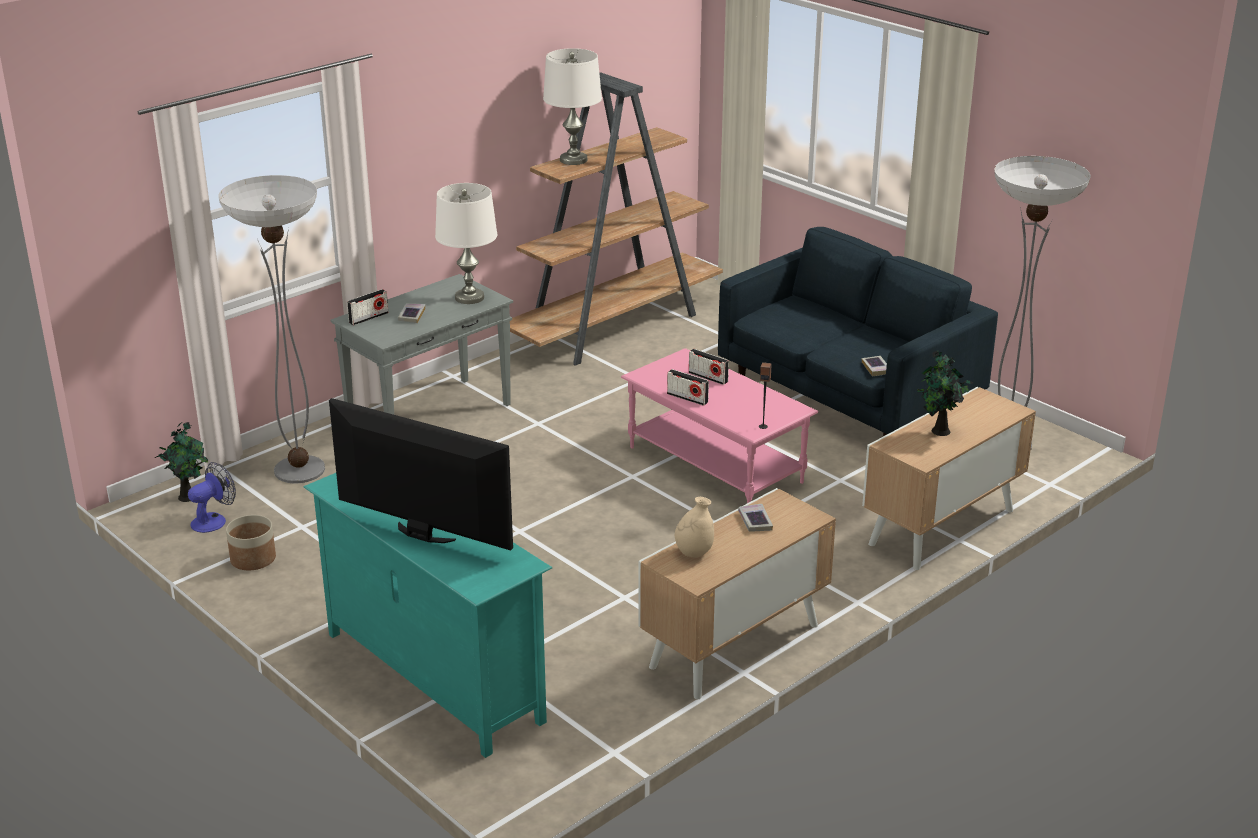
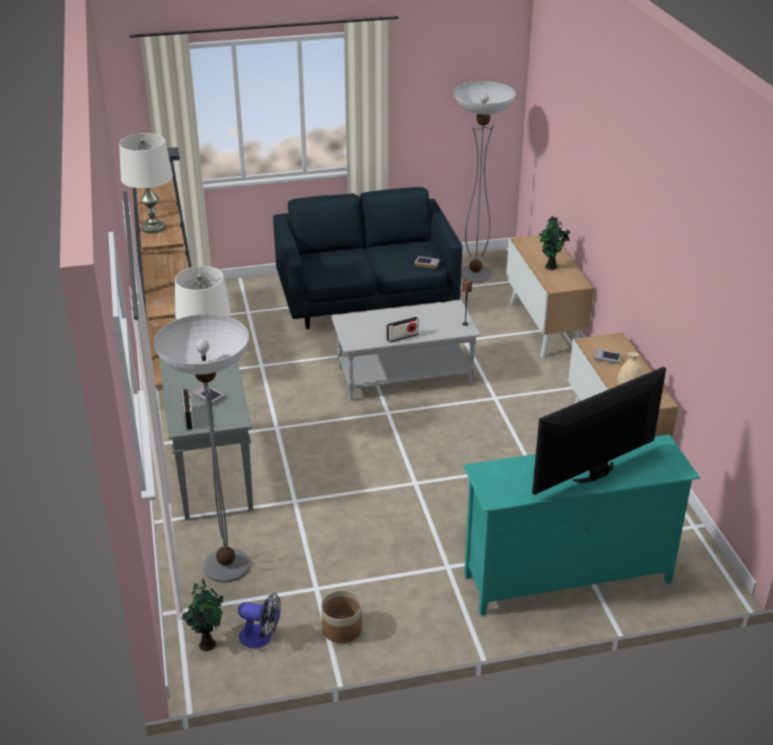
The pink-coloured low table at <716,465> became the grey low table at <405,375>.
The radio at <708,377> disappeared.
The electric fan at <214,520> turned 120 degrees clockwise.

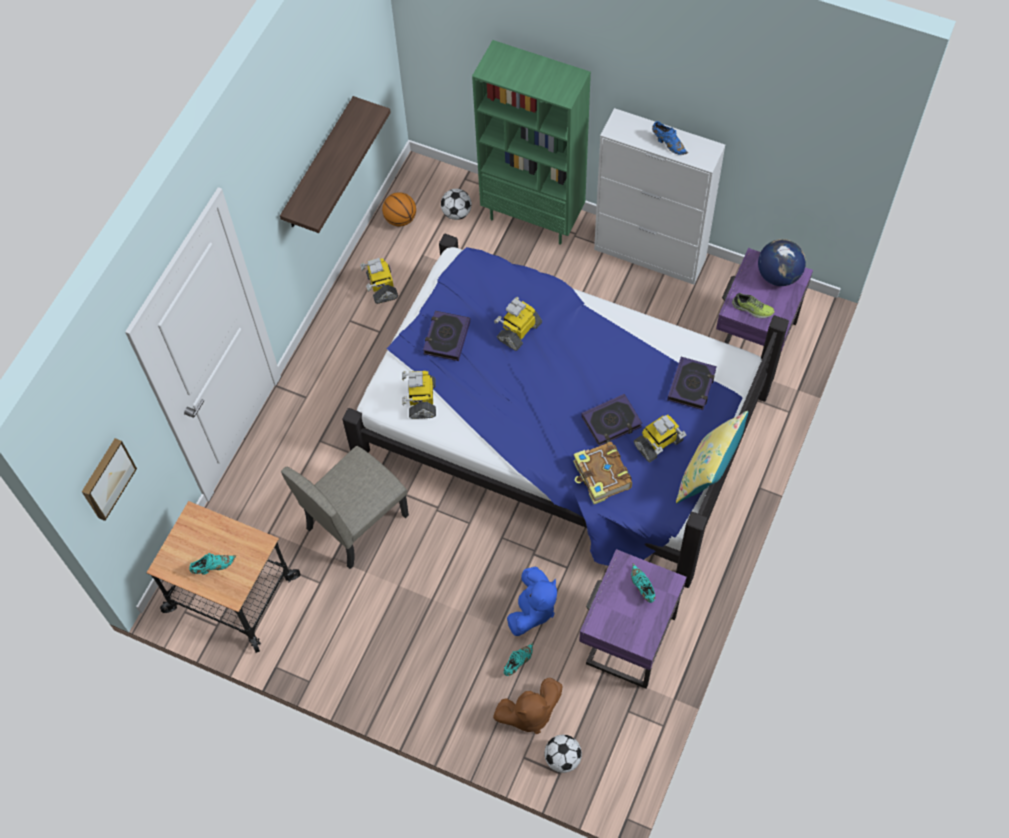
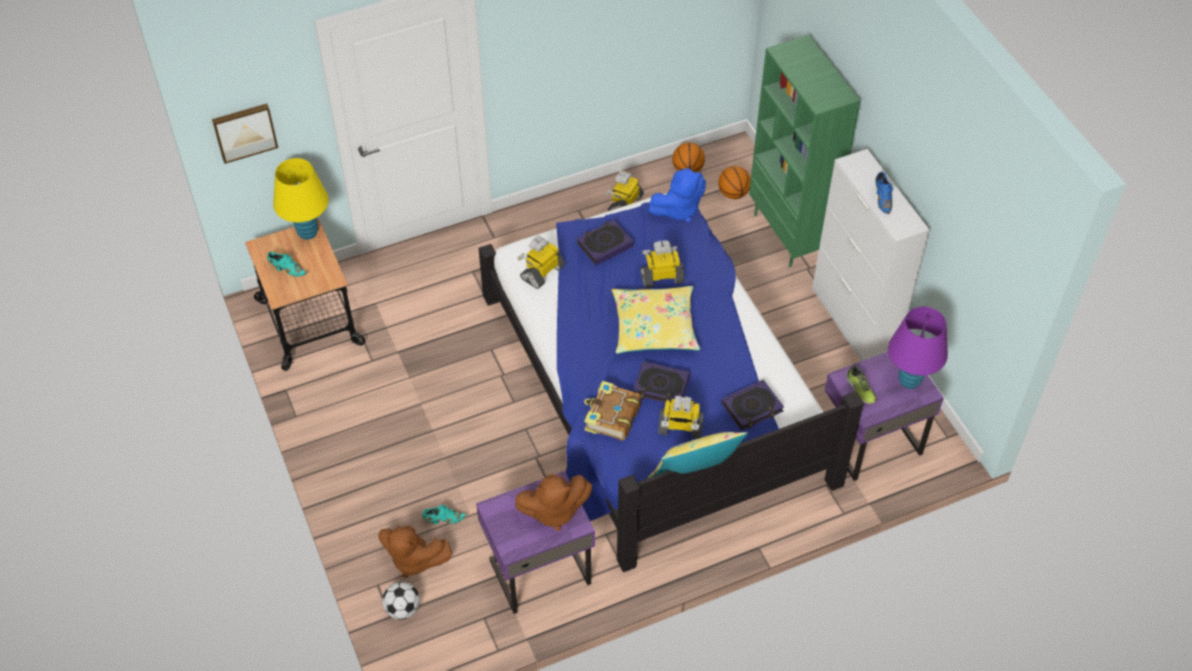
The bracket shelf at <319,166> disappeared.
The ball for football at <456,213> was replaced by the basketball ball at <733,193>.
The world globe at <778,275> was replaced by the purple-coloured table lamp at <909,380>.
The beige upright chair at <356,521> disappeared.
The turquoise item of footwear at <642,587> was replaced by the brownish plush toy at <553,511>.
The bluish plush toy moved from <532,610> to <678,209>.
The yellowish table lamp at <308,232> appeared.
The yellowish pillow at <654,327> appeared.

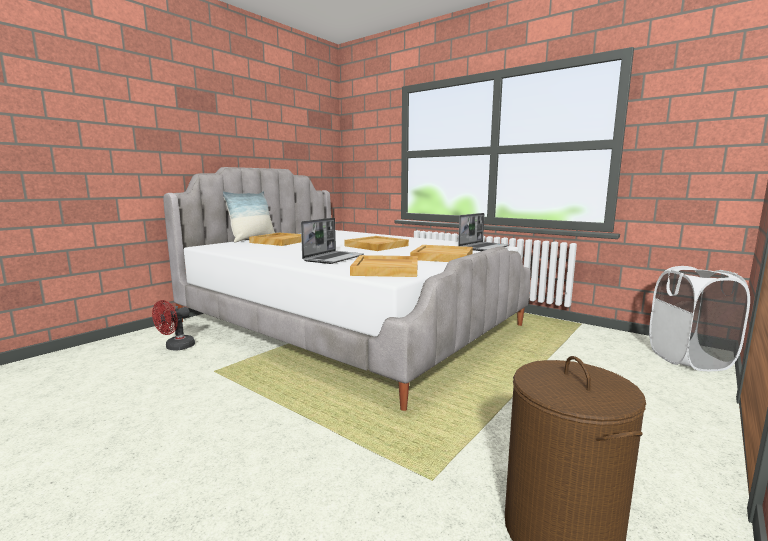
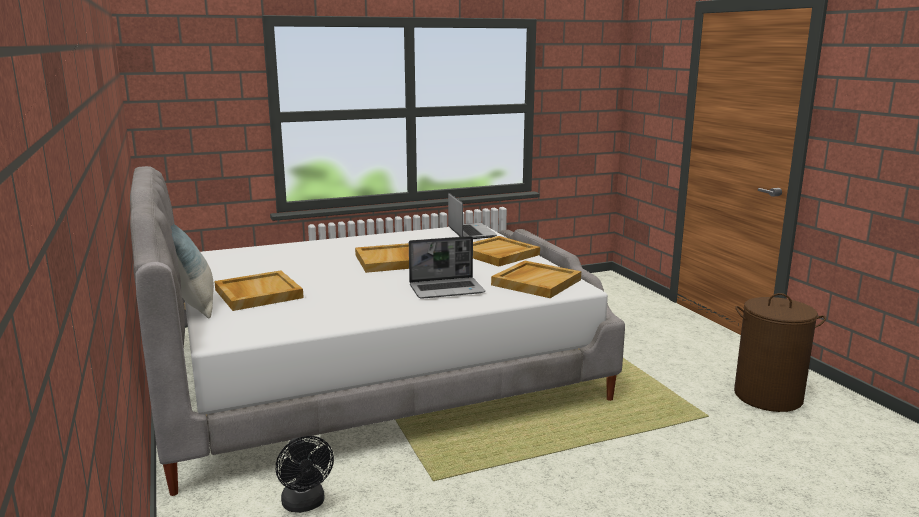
The laptop at <333,258> turned 105 degrees clockwise.
The white-coloured hamper at <689,359> disappeared.
The reddish electric fan at <176,347> became the blackish electric fan at <305,504>.

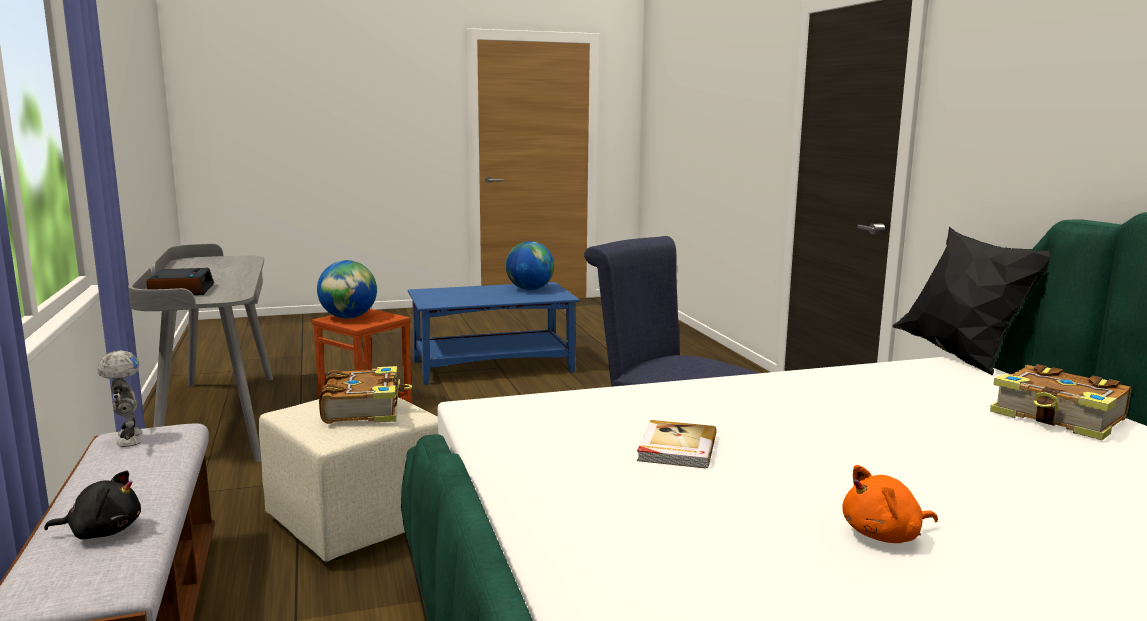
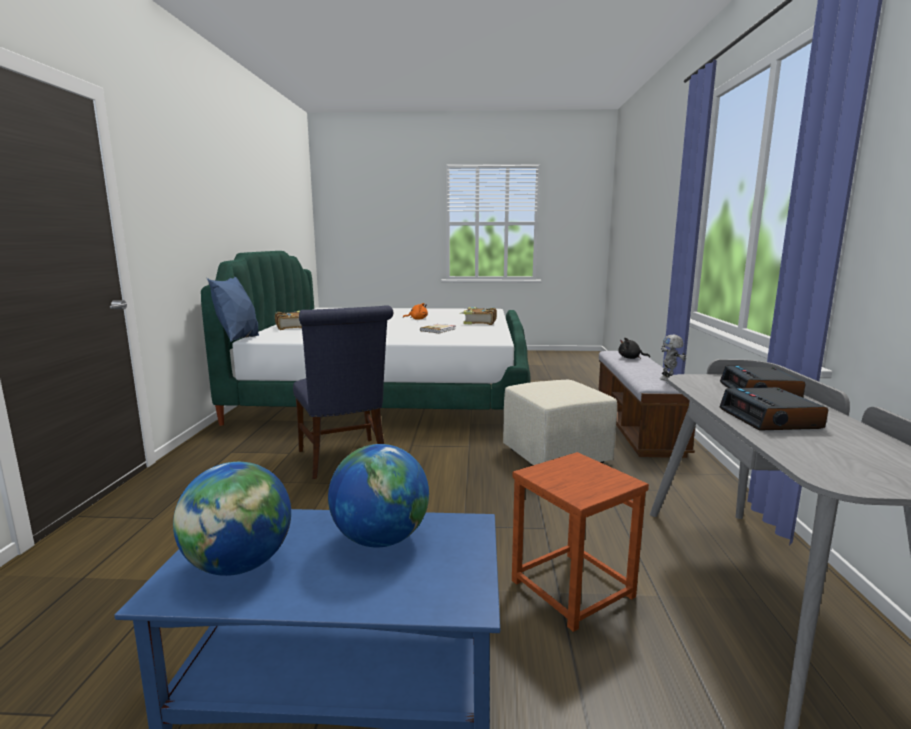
The blackish pillow at <960,356> became the bluish pillow at <238,341>.
The world globe moved from <348,317> to <380,539>.
The volume moved from <364,409> to <479,322>.
The bedside clock at <771,419> appeared.

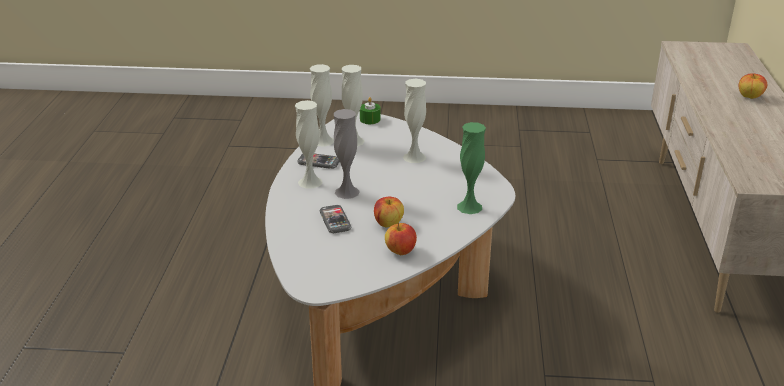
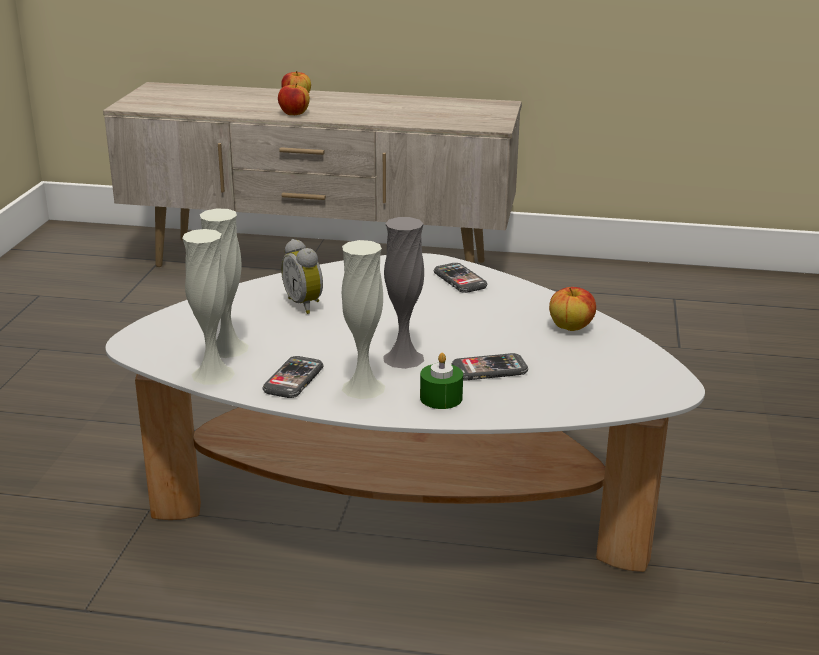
The white-coloured vase at <414,157> was replaced by the bedside clock at <306,304>.
The green wax candle moved from <370,119> to <441,398>.
The green vase at <469,207> was replaced by the telephone at <460,280>.
The whole apple moved from <388,223> to <294,113>.

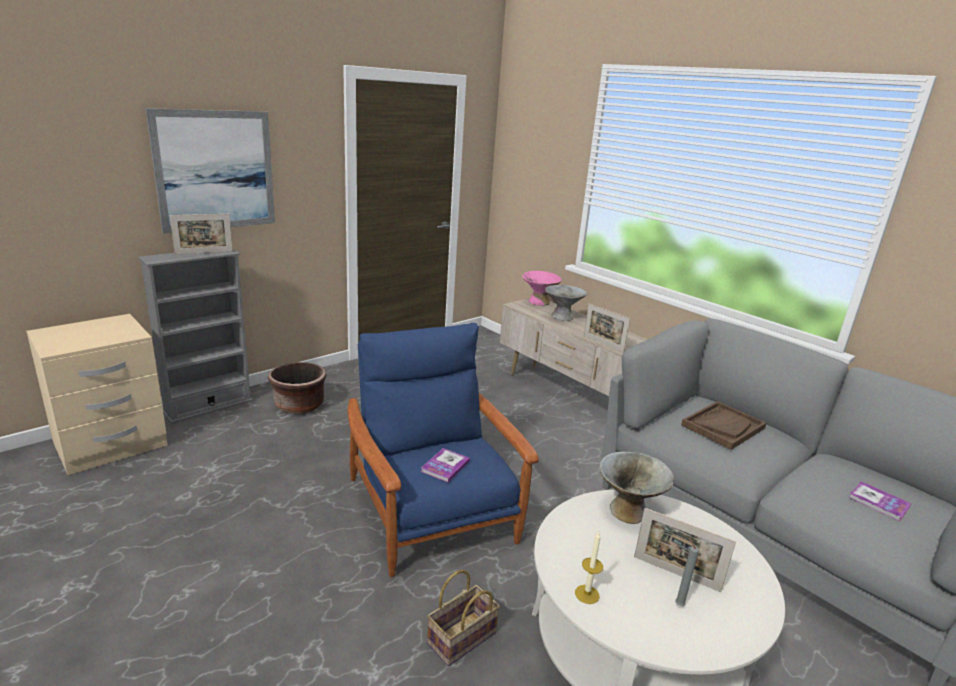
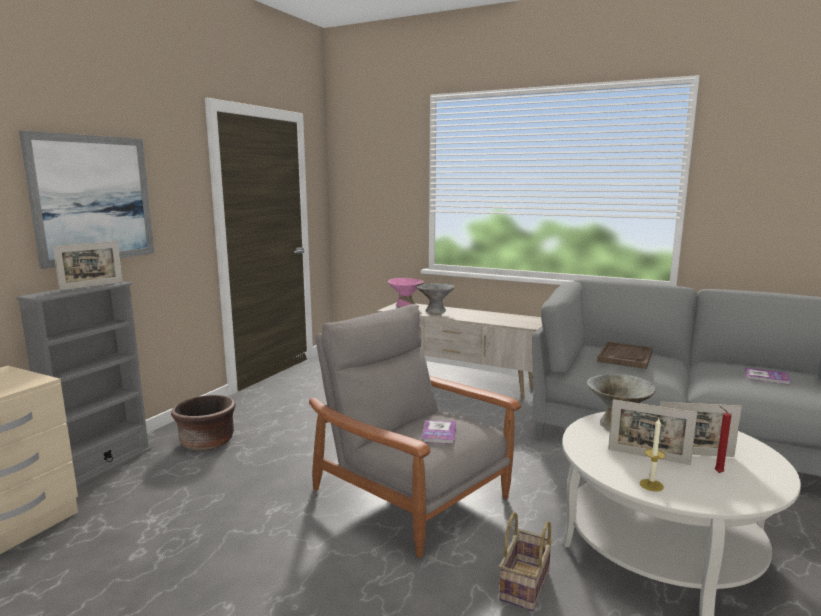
The photo frame moved from <603,343> to <648,456>.
The bluish easy chair at <431,511> became the grey easy chair at <411,494>.
The grey wax candle at <678,604> became the reddish wax candle at <717,472>.

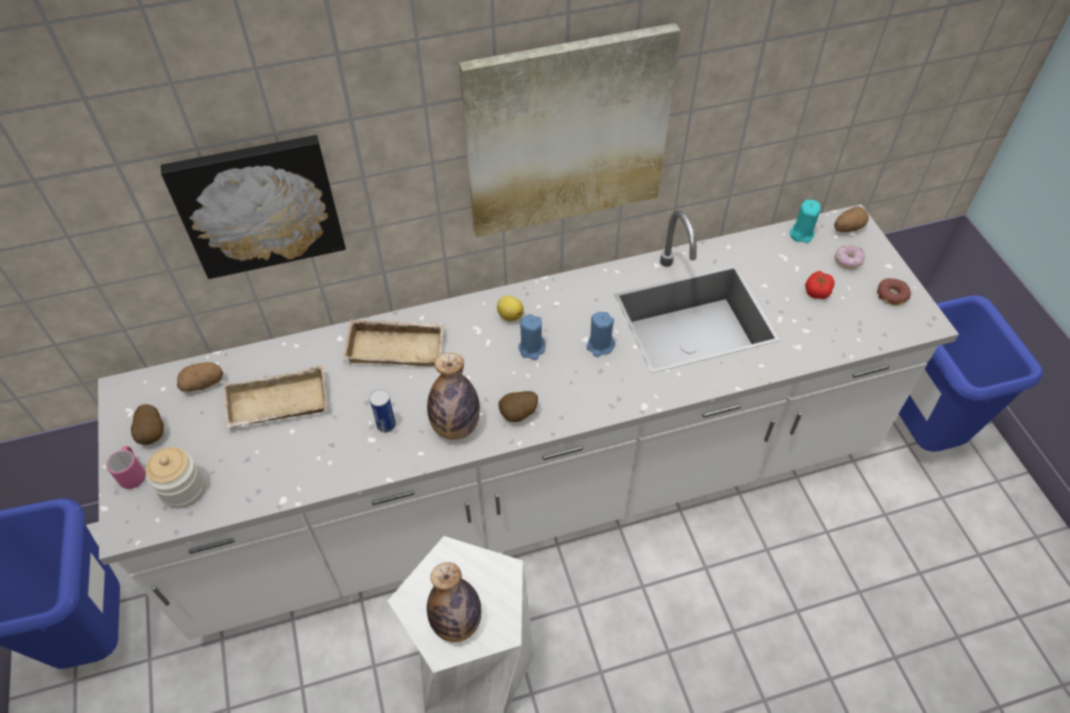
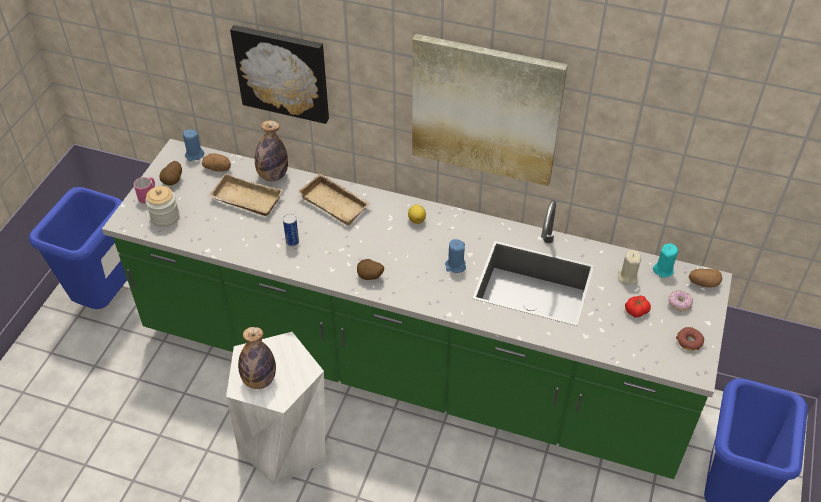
The white-coloured kitchen base unit at <536,487> became the green kitchen base unit at <410,366>.
The bluish wax candle moved from <532,348> to <194,155>.
The drink bottle moved from <455,426> to <273,175>.
The beige wax candle at <627,277> appeared.

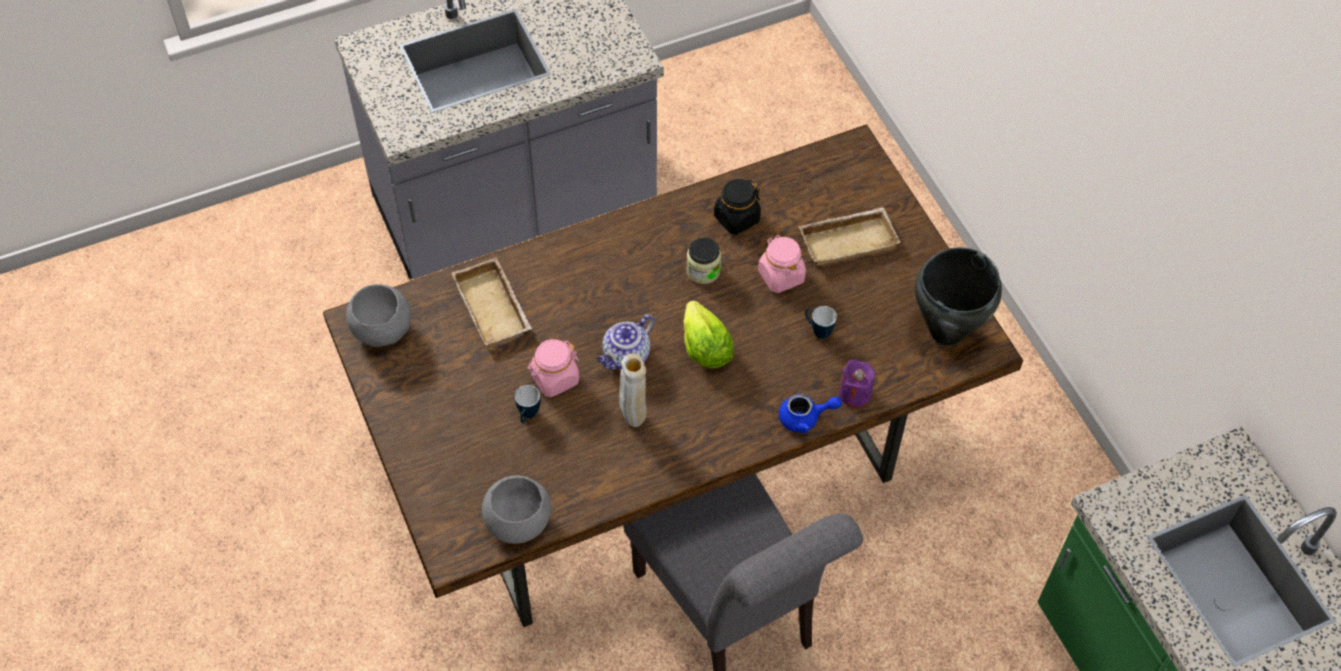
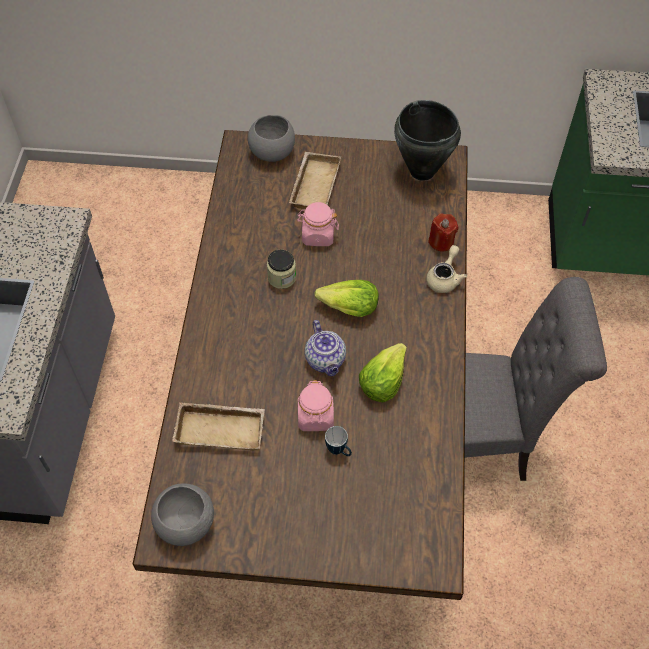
The blackish storage jar at <736,218> disappeared.
The mug at <817,330> disappeared.
The beige vase at <633,417> was replaced by the lettuce head at <383,381>.
The purple-coloured wax candle at <855,394> became the reddish wax candle at <441,242>.
The bluish teapot at <805,418> became the beige teapot at <444,278>.
The grey deep dish moved from <519,523> to <273,151>.

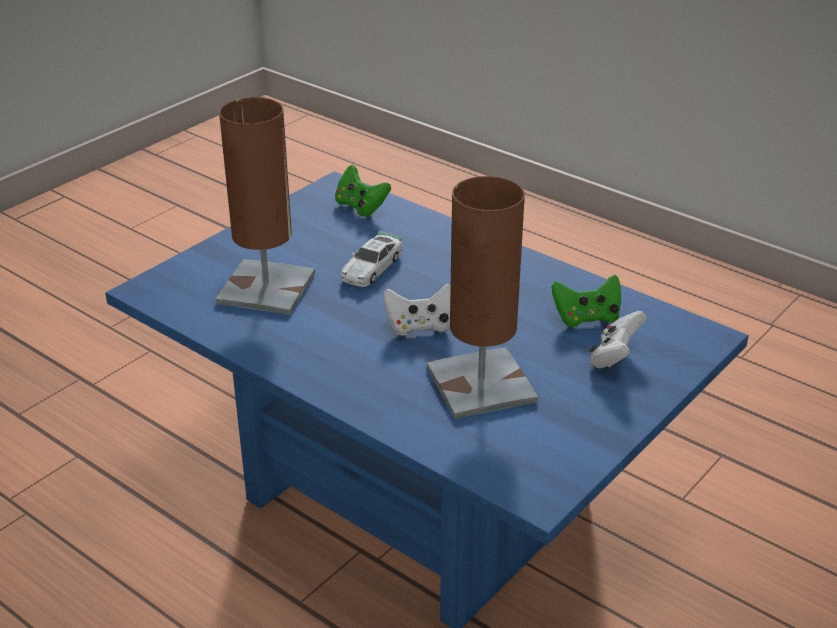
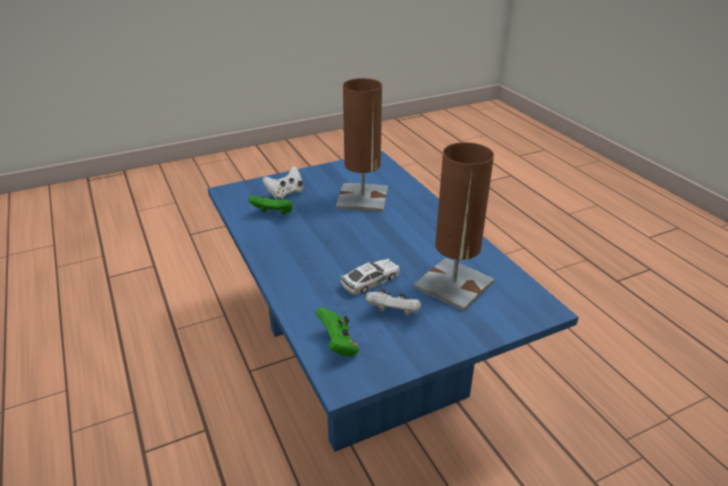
The white-coloured joypad moved from <420,326> to <394,314>.

